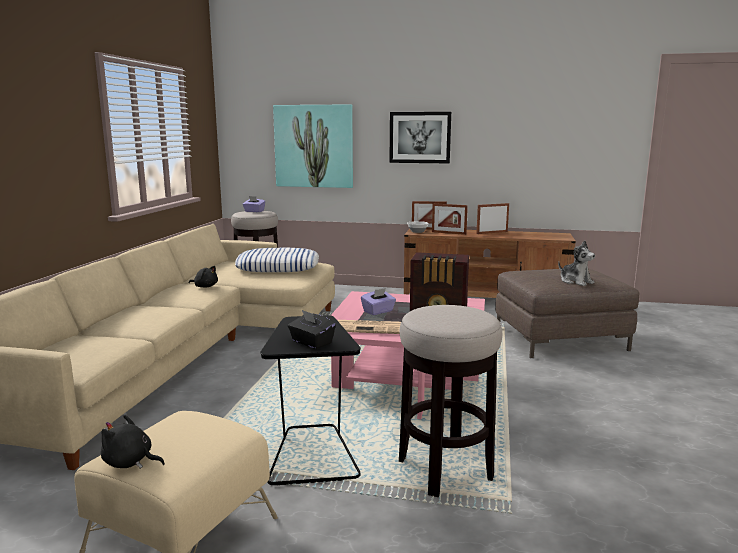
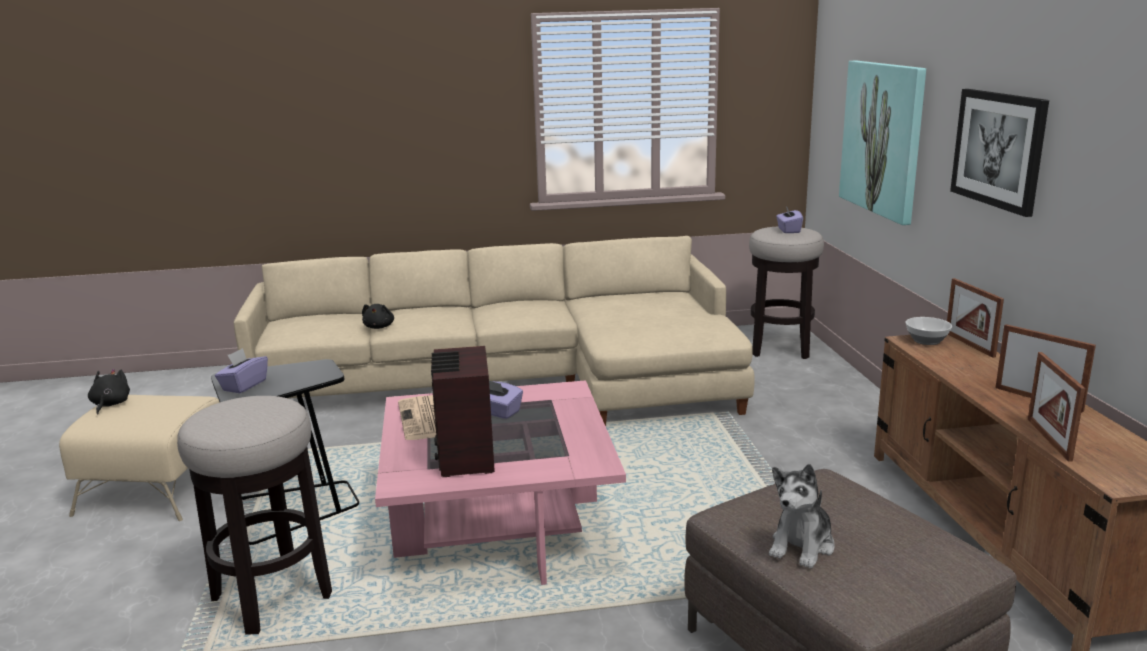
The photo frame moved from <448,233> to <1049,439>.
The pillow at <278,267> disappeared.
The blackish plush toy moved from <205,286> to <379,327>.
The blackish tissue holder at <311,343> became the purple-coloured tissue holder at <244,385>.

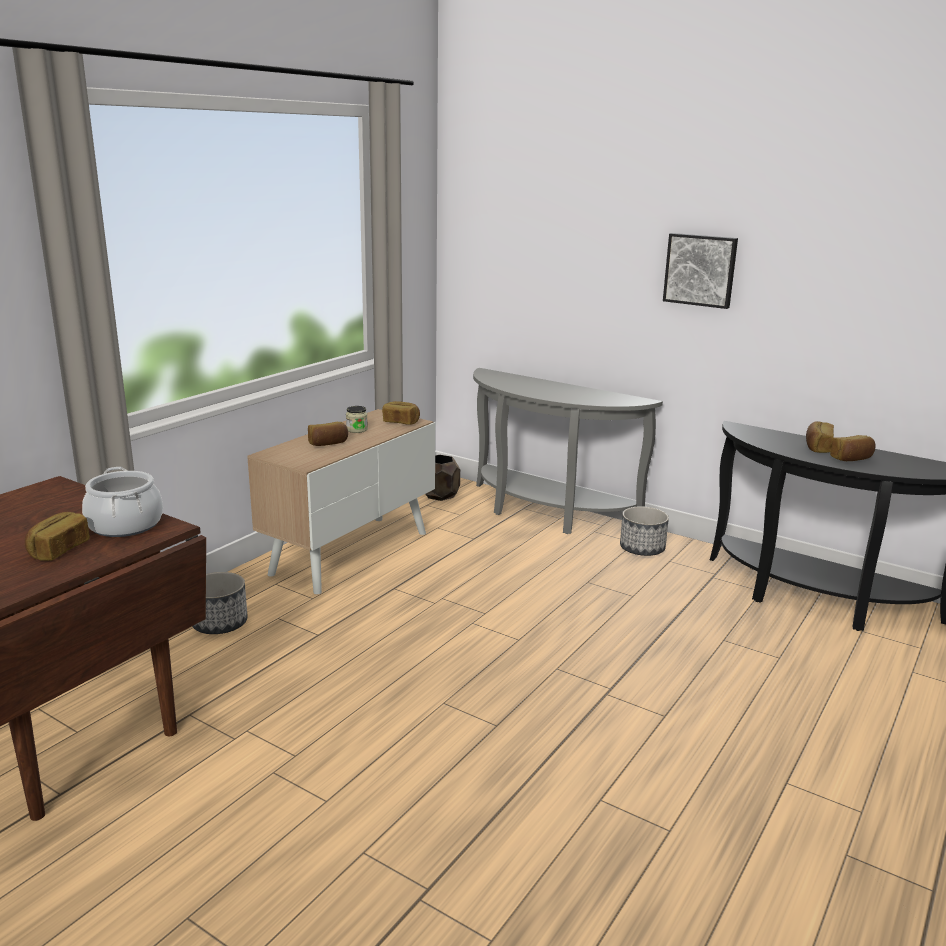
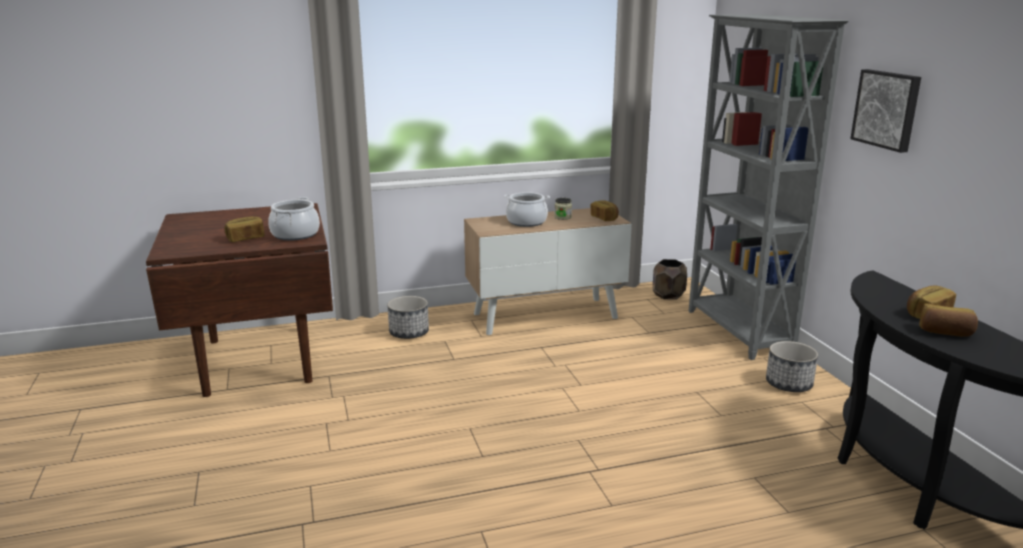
The grey narrow table at <545,513> was replaced by the grey bookshelf at <738,331>.
The bakery bread at <328,443> was replaced by the cooking pot at <526,222>.

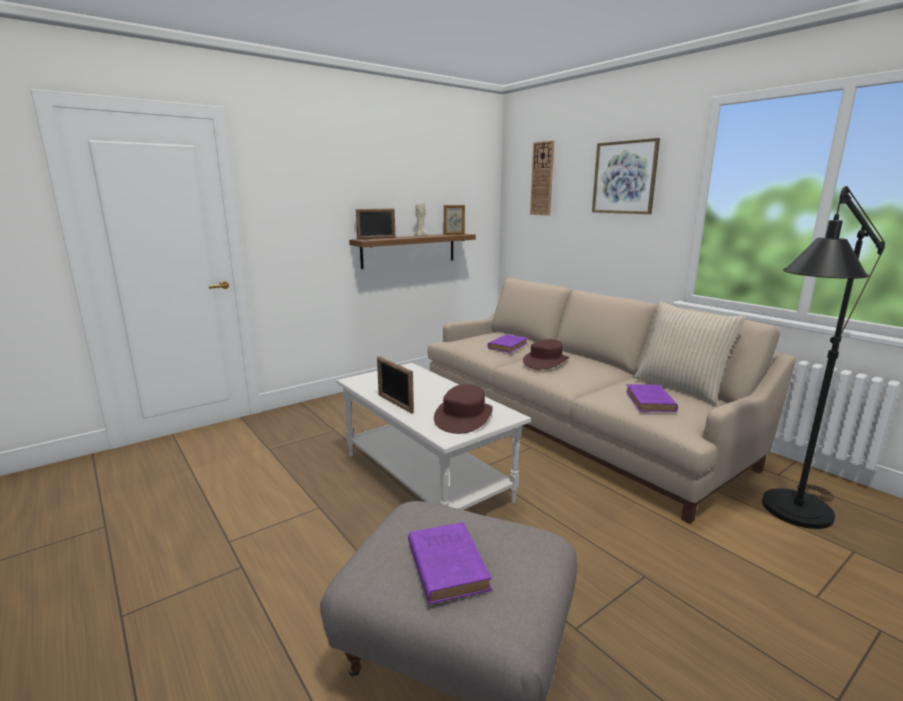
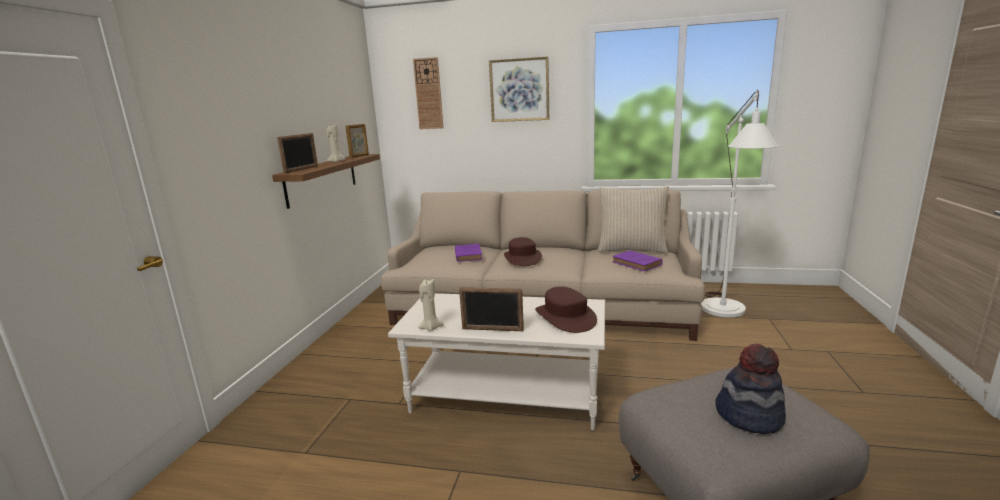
The blackish standing lamp at <789,516> became the white-coloured standing lamp at <725,313>.
The purple-coloured volume at <446,564> was replaced by the wearable hat at <749,416>.
The beige wax candle at <430,327> appeared.

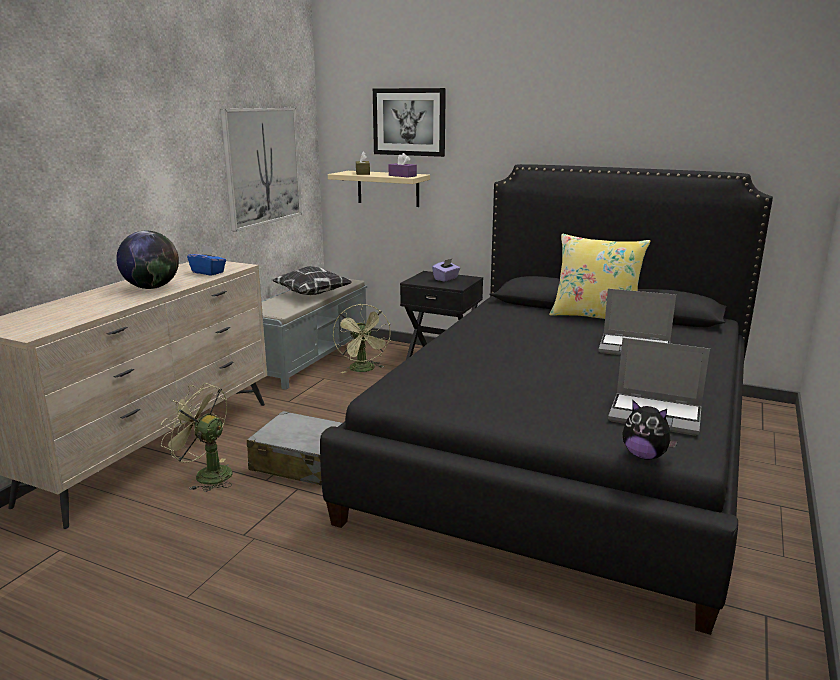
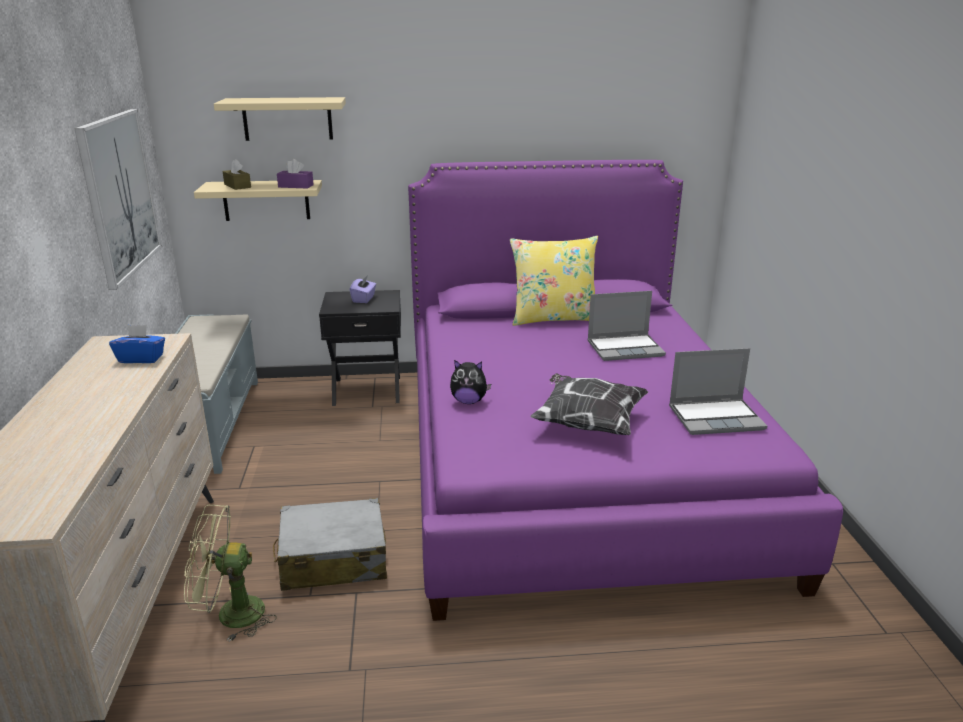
The wall art at <409,122> was replaced by the beige bracket shelf at <287,119>.
The blackish bedroom bed at <565,450> became the purple-coloured bedroom bed at <571,461>.
The world globe at <151,287> disappeared.
The pillow moved from <312,294> to <587,423>.
The green electric fan at <364,370> disappeared.
The plush toy moved from <644,456> to <469,401>.

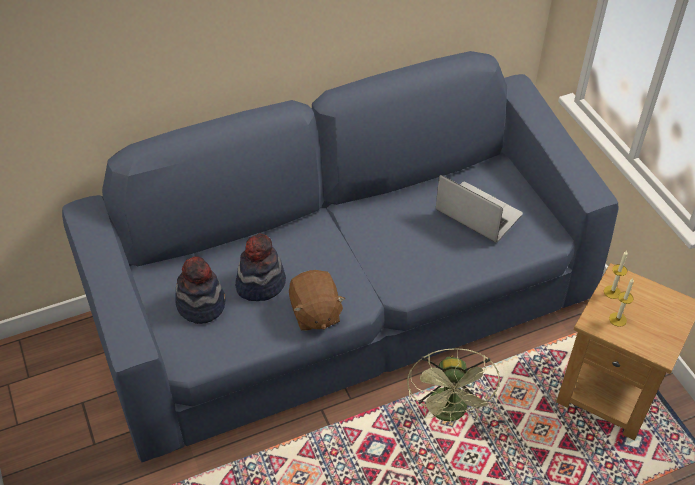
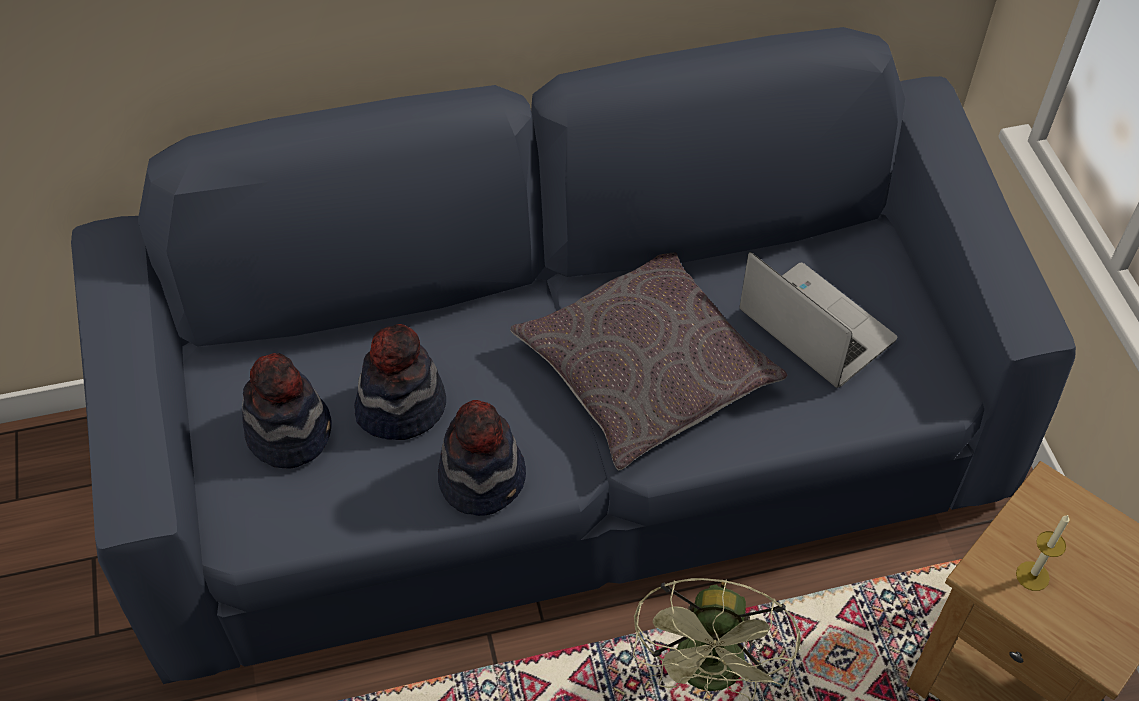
The wax candle at <612,292> disappeared.
The brownish plush toy at <315,313> was replaced by the wearable hat at <483,477>.
The grey pillow at <645,370> appeared.

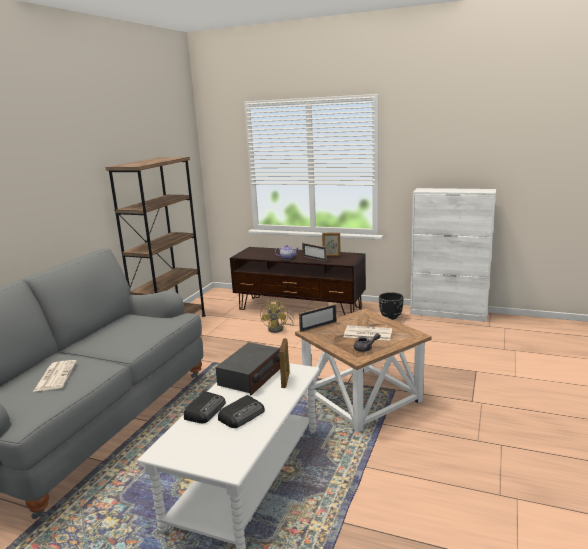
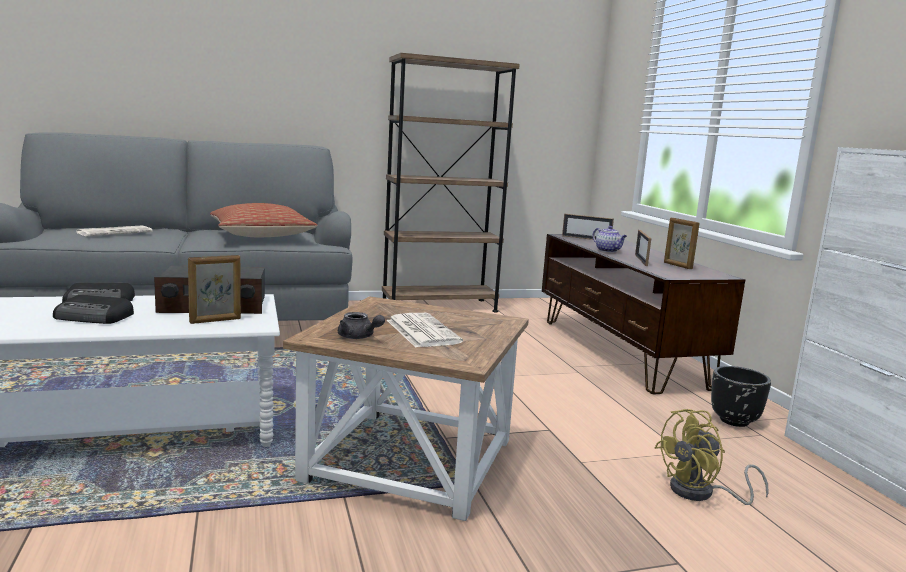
The yellowish electric fan moved from <279,329> to <701,493>.
The photo frame moved from <318,326> to <586,238>.
The pillow at <261,235> appeared.

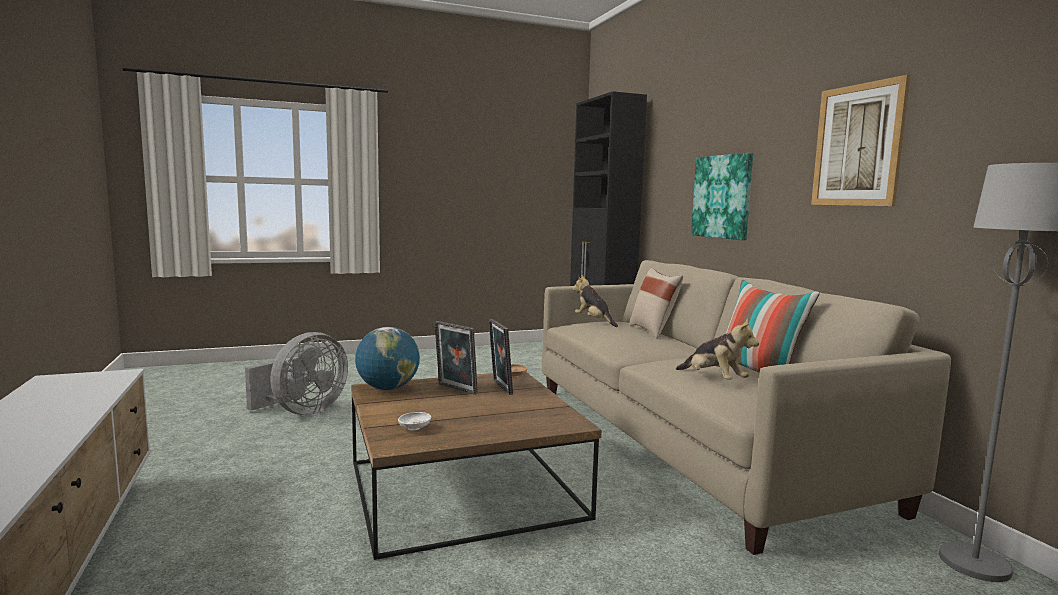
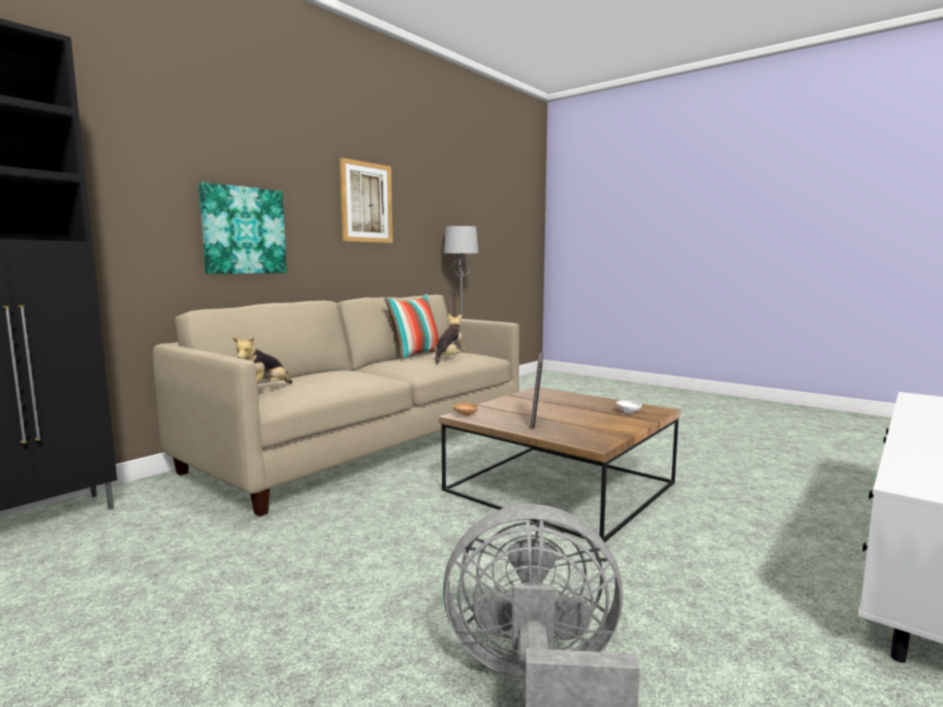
The beige pillow at <653,331> disappeared.
The photo frame at <499,387> disappeared.
The world globe at <388,389> disappeared.

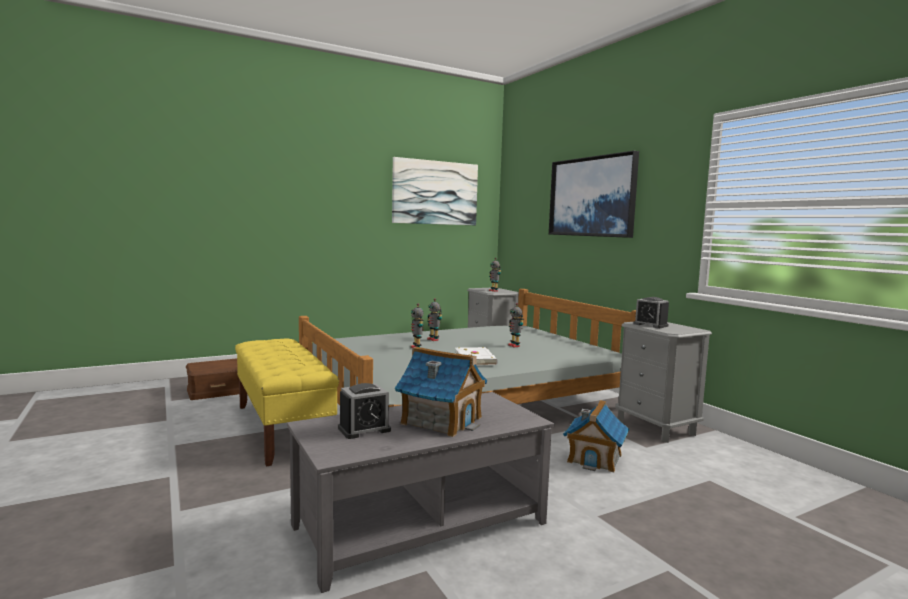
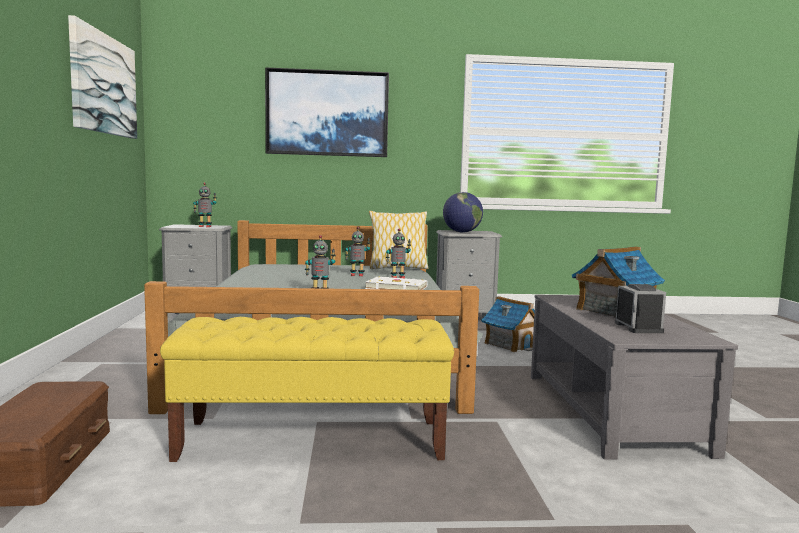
The bedside clock at <650,325> was replaced by the world globe at <462,232>.
The toy robot moved from <433,339> to <397,277>.
The pillow at <397,268> appeared.

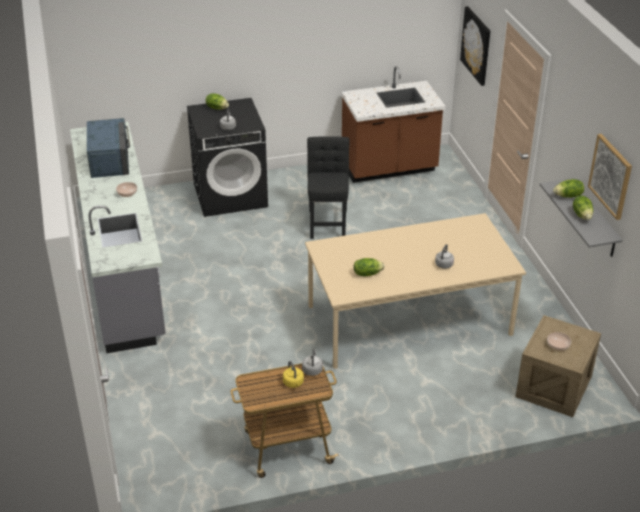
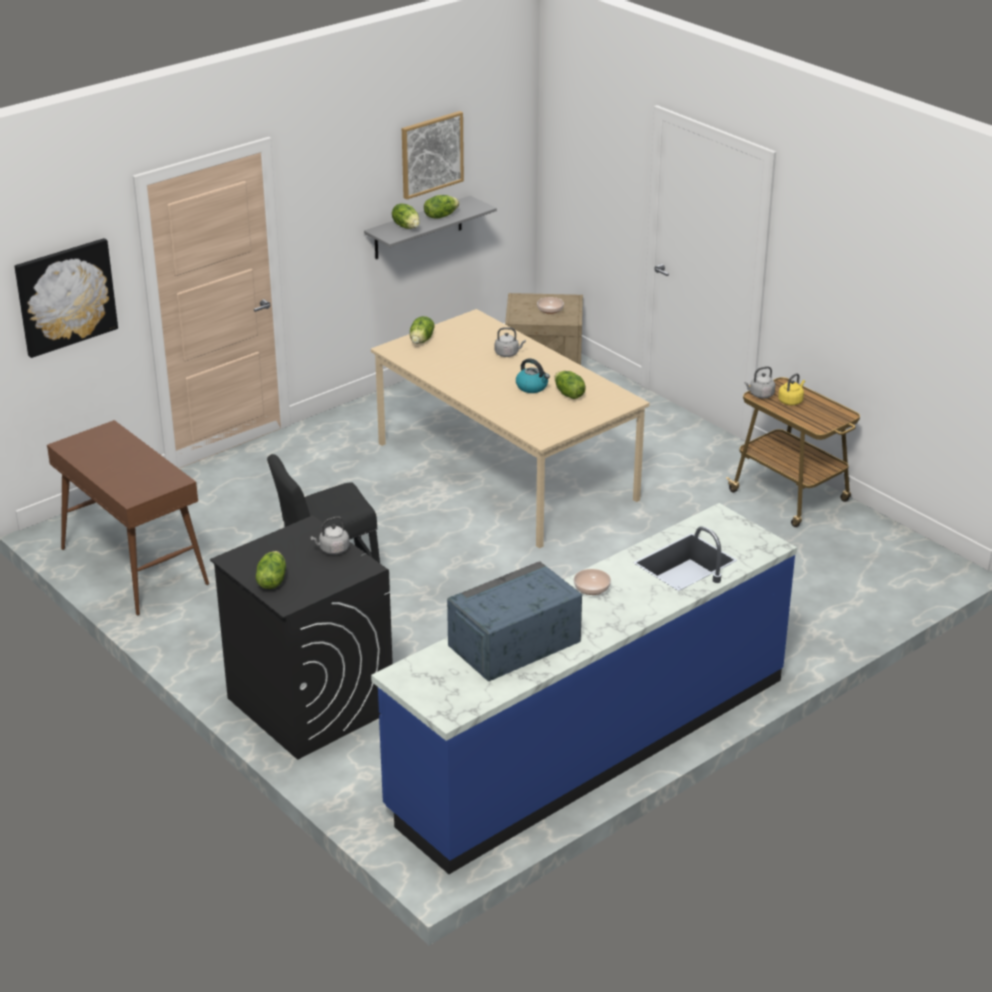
The brownish kitchen base unit at <389,168> was replaced by the brownish narrow table at <133,566>.
The grey kitchen base unit at <123,267> became the bluish kitchen base unit at <589,744>.
The lettuce head at <422,340> appeared.
The tea kettle at <532,387> appeared.

